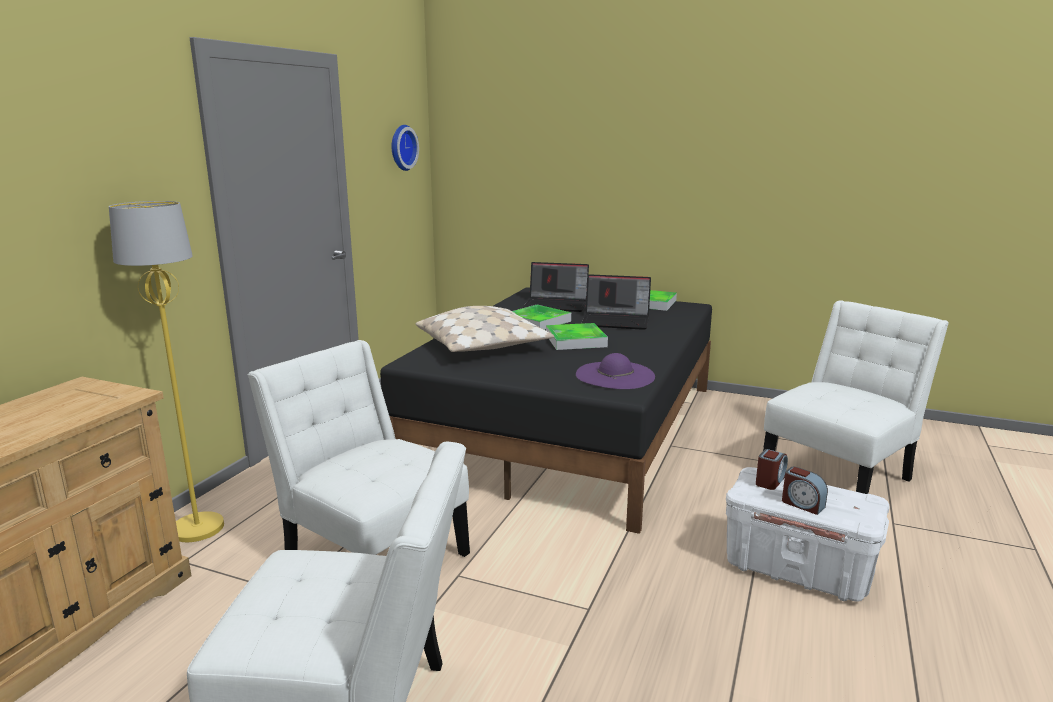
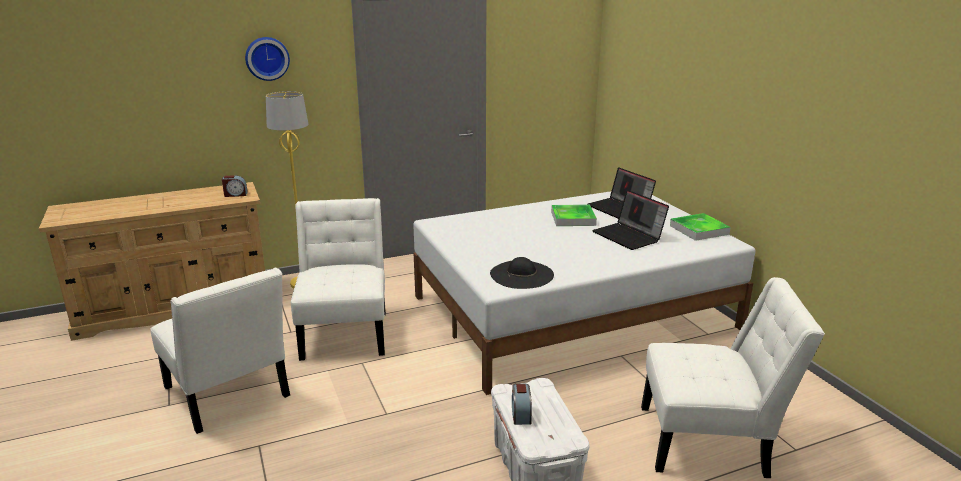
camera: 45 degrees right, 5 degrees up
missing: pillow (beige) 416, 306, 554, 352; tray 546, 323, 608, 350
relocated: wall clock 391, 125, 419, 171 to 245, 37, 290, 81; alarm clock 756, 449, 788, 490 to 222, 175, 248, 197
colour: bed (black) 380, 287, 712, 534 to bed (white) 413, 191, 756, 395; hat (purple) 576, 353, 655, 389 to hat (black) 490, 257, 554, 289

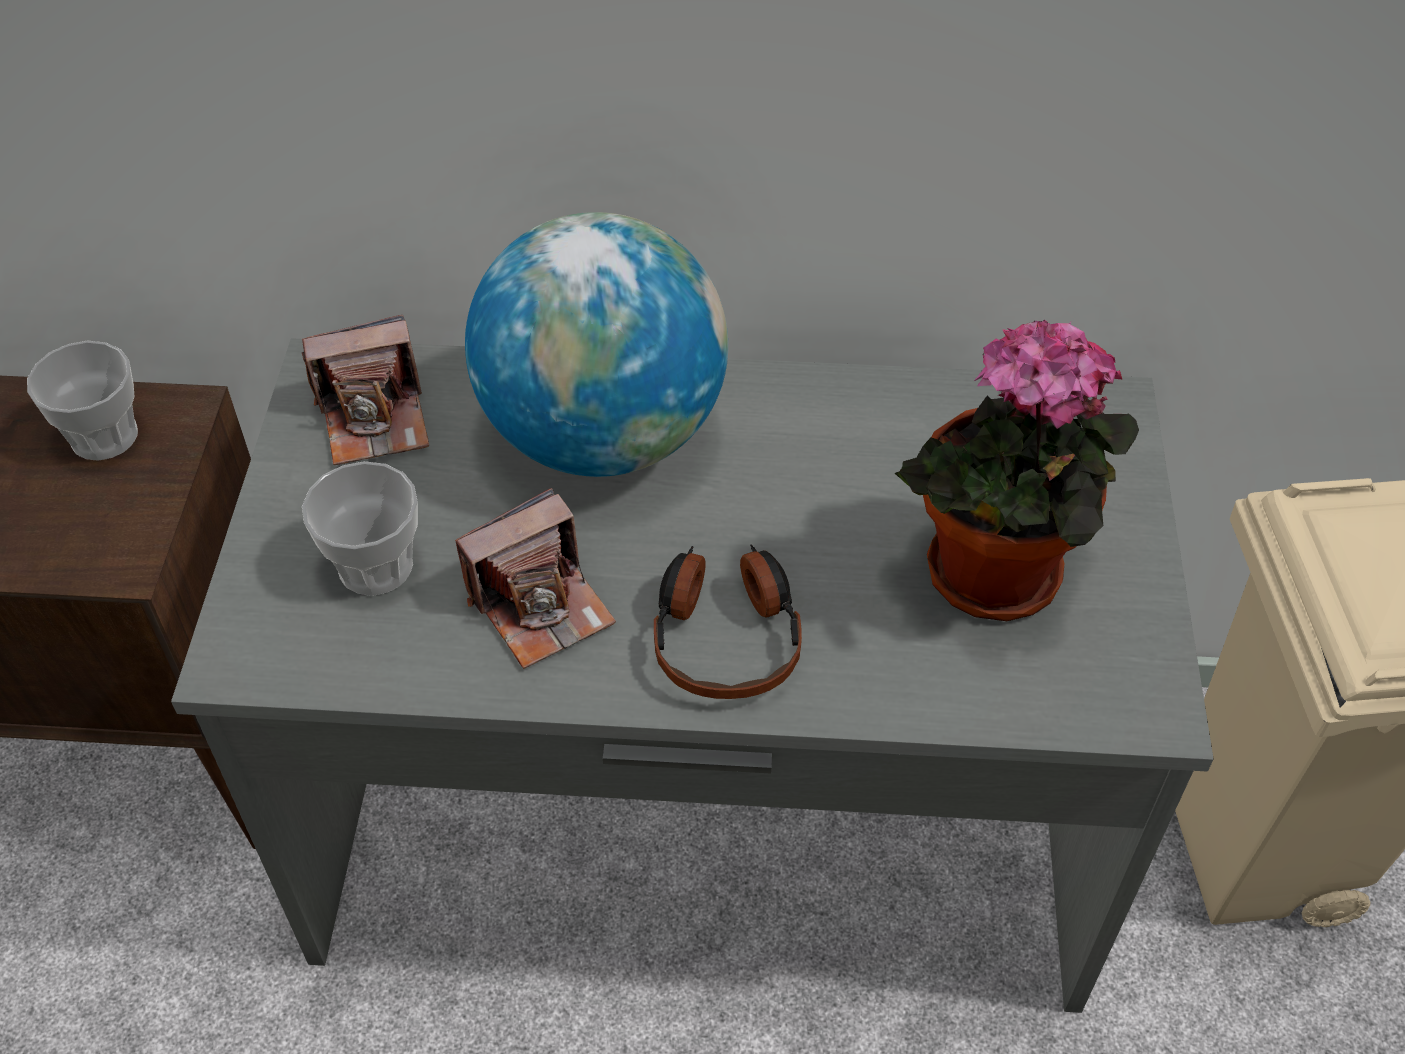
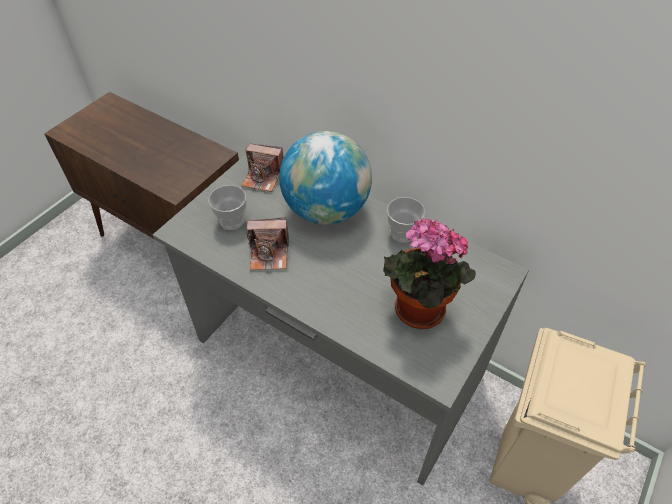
camera: 30 degrees right, 0 degrees up
missing: headphones 654, 544, 802, 699
relocated: cup 27, 341, 138, 461 to 386, 197, 426, 243

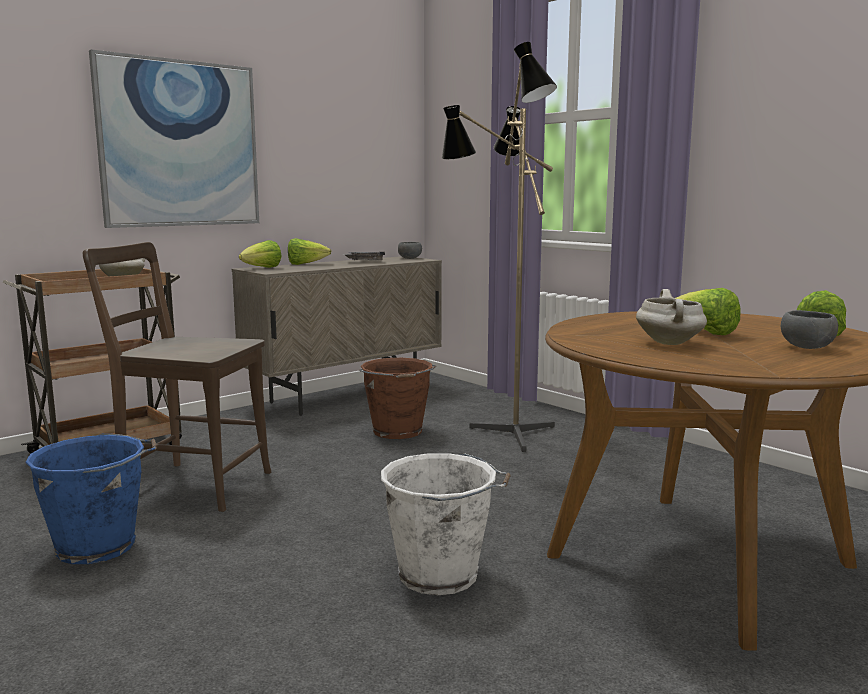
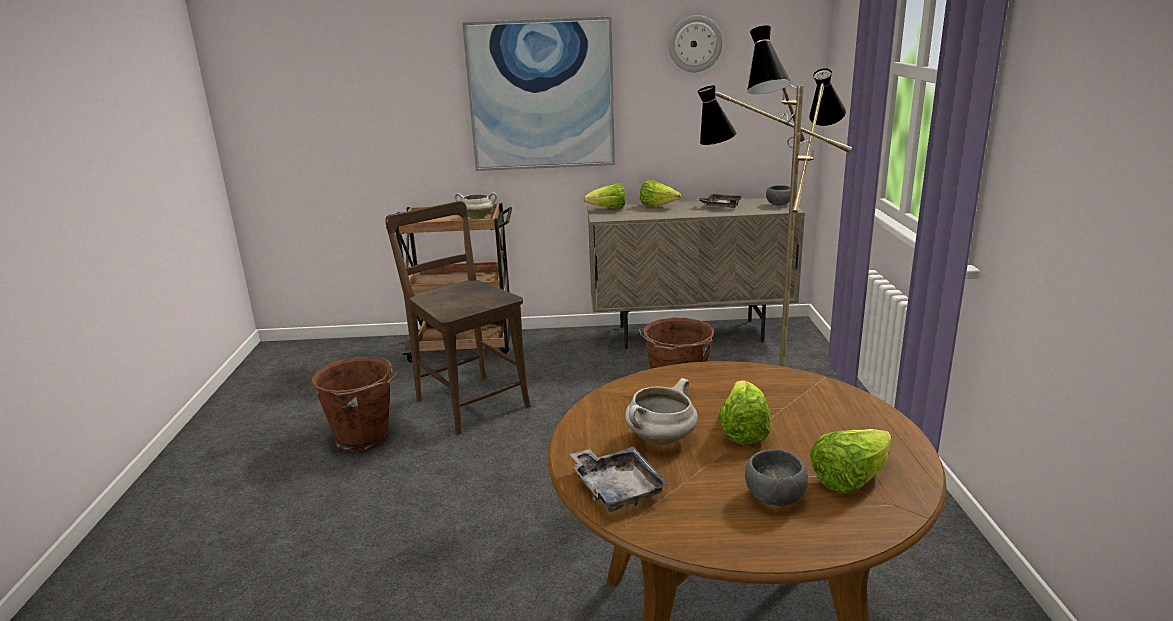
camera: 40 degrees right, 10 degrees up
missing: bucket (white) 381, 453, 511, 595
appeared: tray (grey) 570, 447, 670, 512; wall clock 669, 15, 723, 72
colour: bucket (blue) 25, 434, 157, 564 to bucket (brown) 311, 357, 398, 452

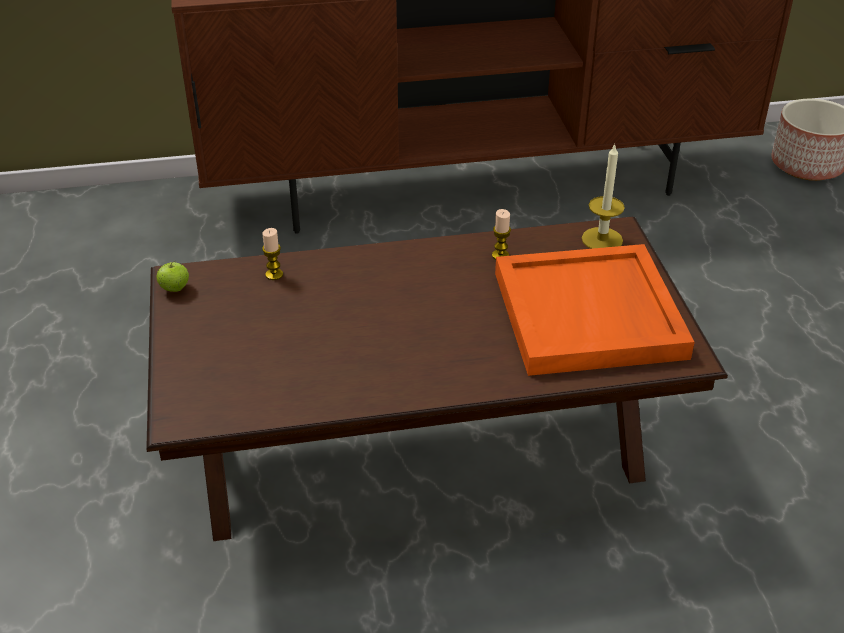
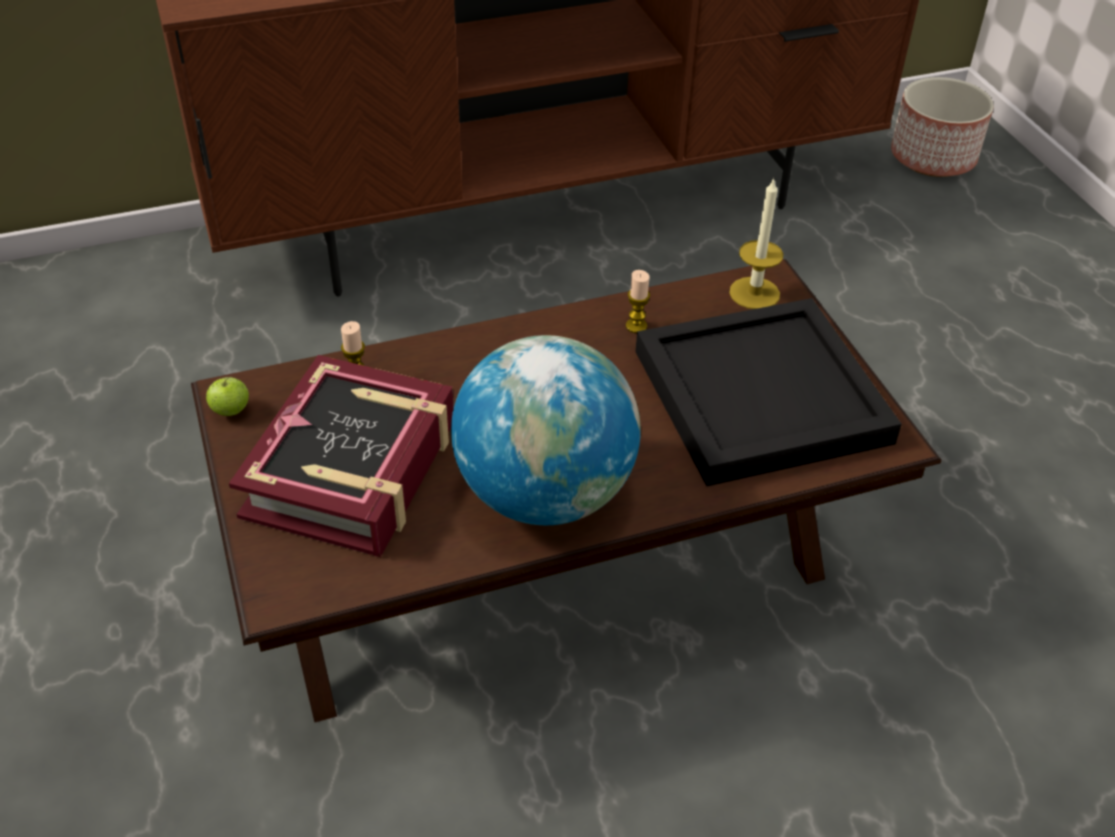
camera: 10 degrees left, 5 degrees up
appeared: book 229, 355, 454, 557; globe 451, 335, 641, 525
colour: tray (orange) 495, 244, 695, 376 to tray (black) 635, 298, 902, 486

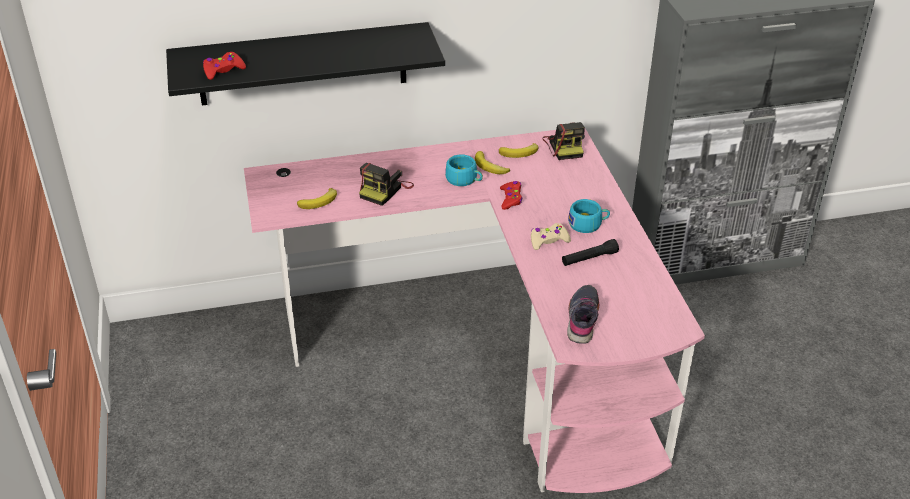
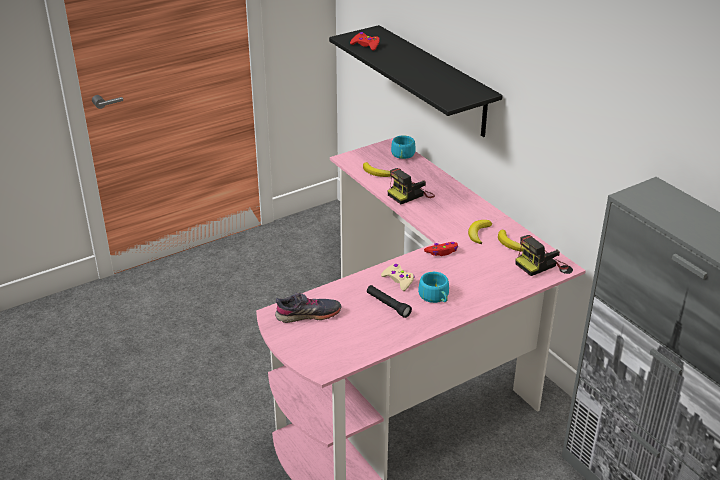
camera: 70 degrees right, 5 degrees down
relocated: cup (turquoise) 445, 154, 483, 186 to 391, 135, 416, 159
spun: photo camera 359, 163, 414, 206 = 387, 168, 435, 204 45 degrees counterclockwise

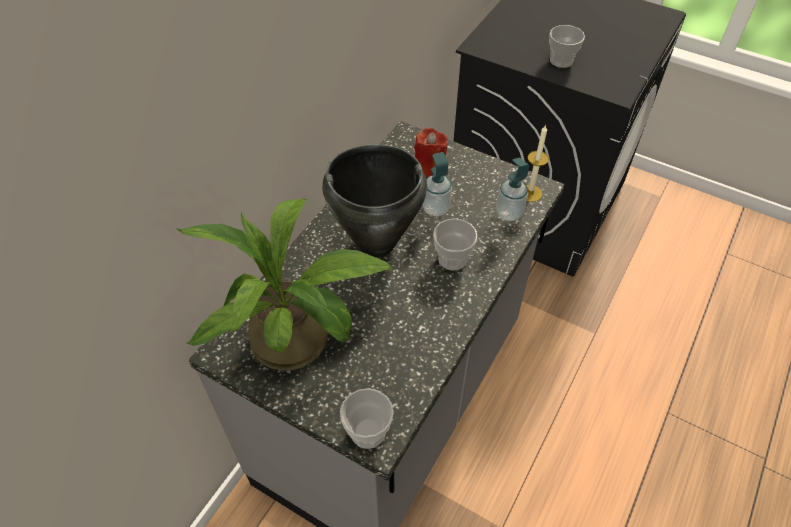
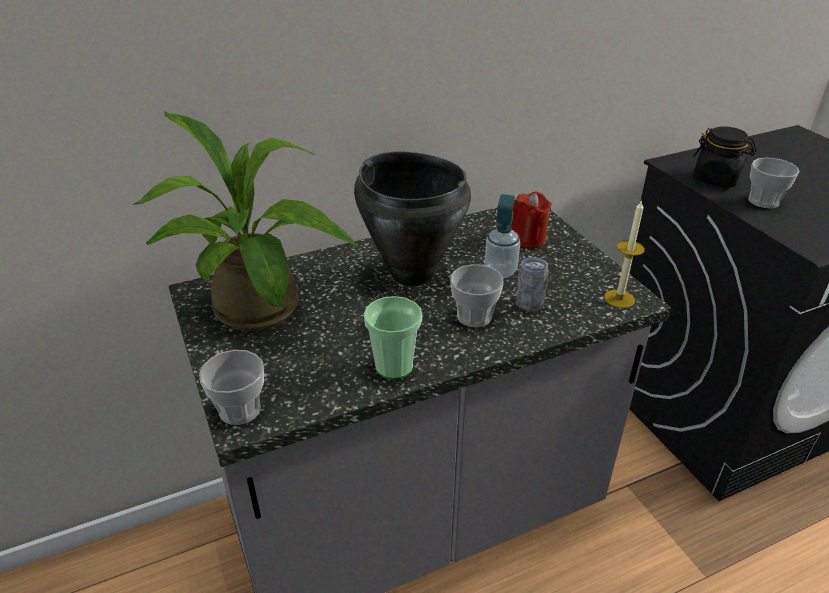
camera: 35 degrees right, 15 degrees down
missing: soap dispenser 496, 158, 529, 221
appeared: cup 364, 296, 422, 380; can 516, 257, 549, 312; jar (black) 693, 126, 757, 187

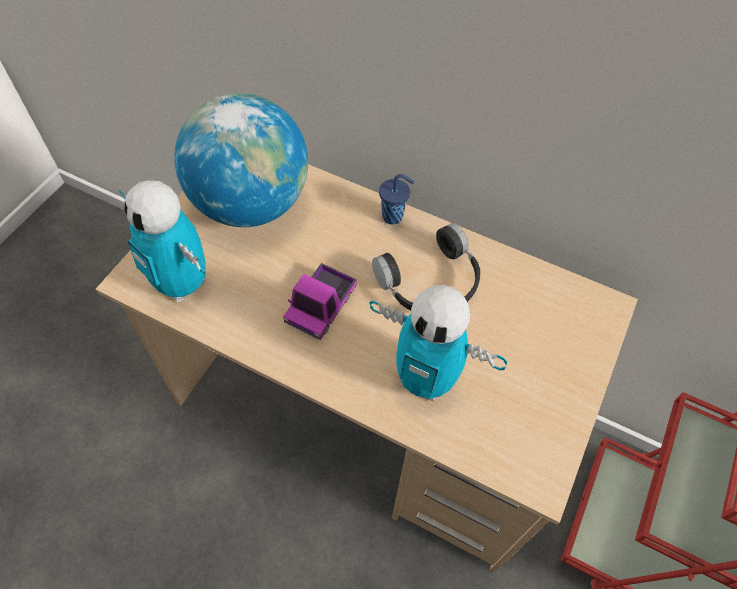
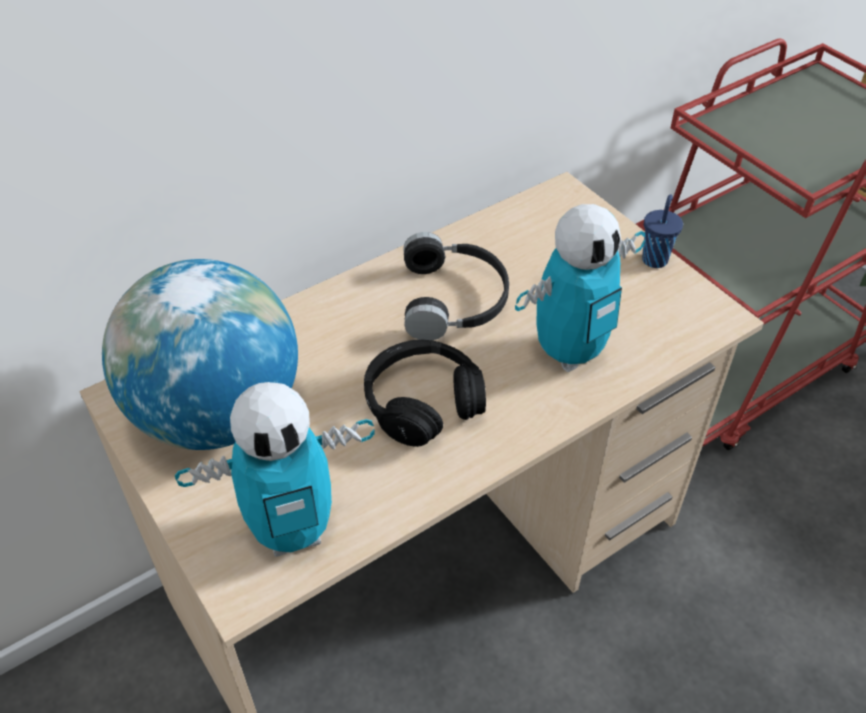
camera: 60 degrees left, 10 degrees down
relocated: cup (blue) 379, 174, 414, 225 to 642, 194, 683, 268
exchanged: toy truck 283, 263, 357, 340 to headphones (black) 364, 340, 486, 447

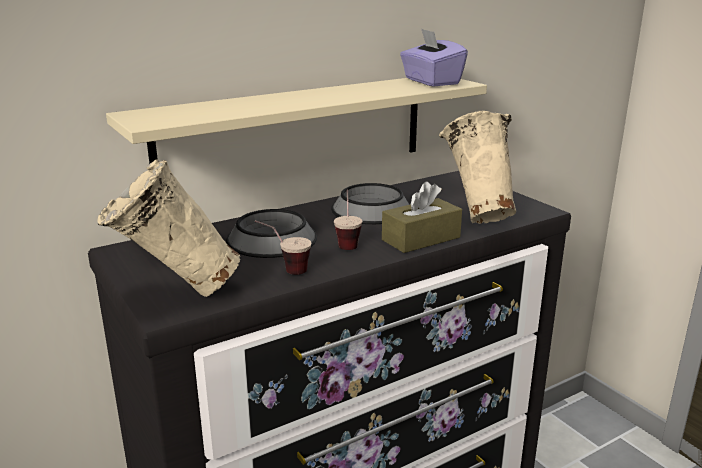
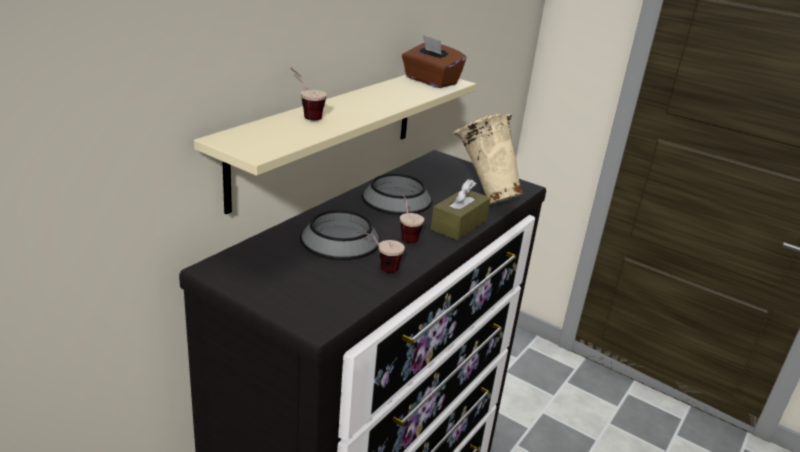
camera: 25 degrees left, 5 degrees up
missing: vase (beige) 98, 159, 240, 297
appeared: cup 290, 68, 327, 120
colour: tissue box (purple) 400, 28, 468, 87 to tissue box (brown) 402, 35, 466, 88

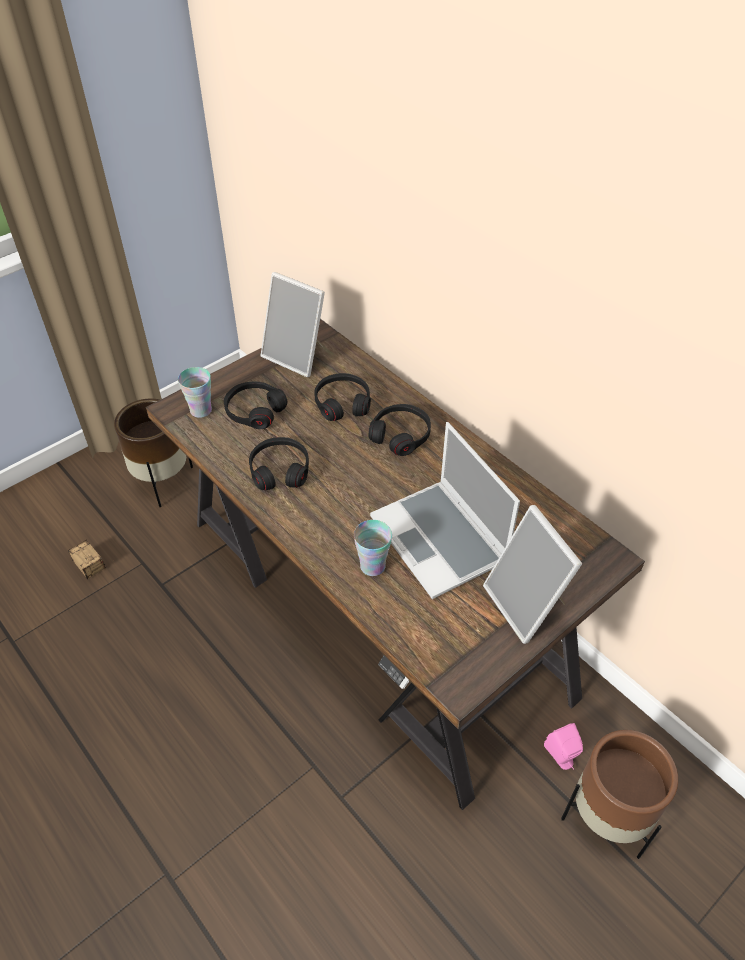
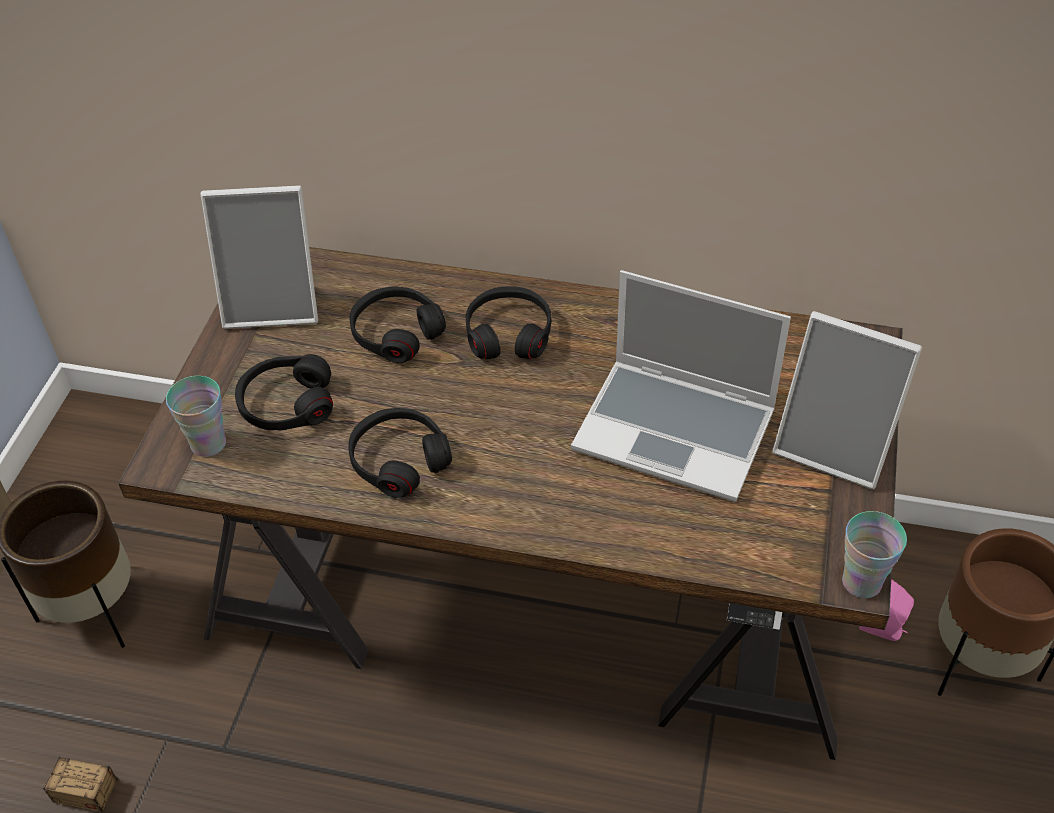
camera: 35 degrees left, 0 degrees up
relocated: cup 354, 520, 392, 576 to 842, 511, 907, 598

